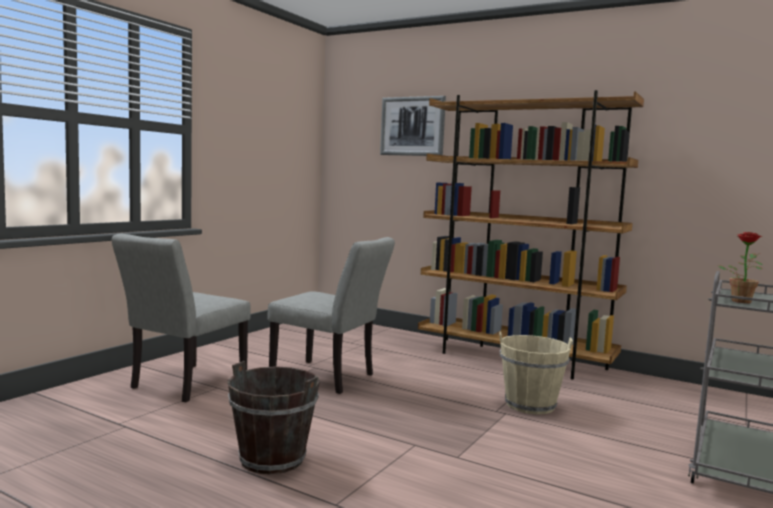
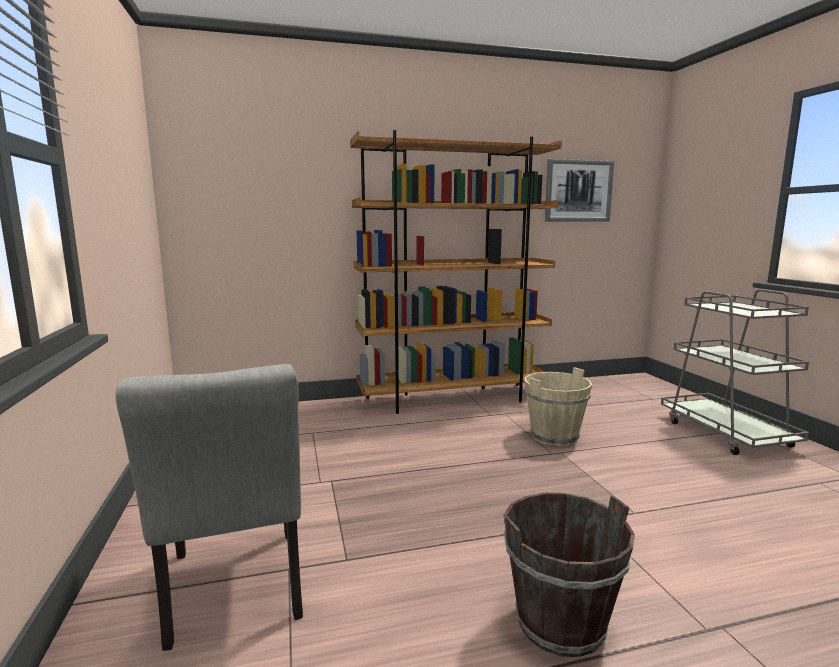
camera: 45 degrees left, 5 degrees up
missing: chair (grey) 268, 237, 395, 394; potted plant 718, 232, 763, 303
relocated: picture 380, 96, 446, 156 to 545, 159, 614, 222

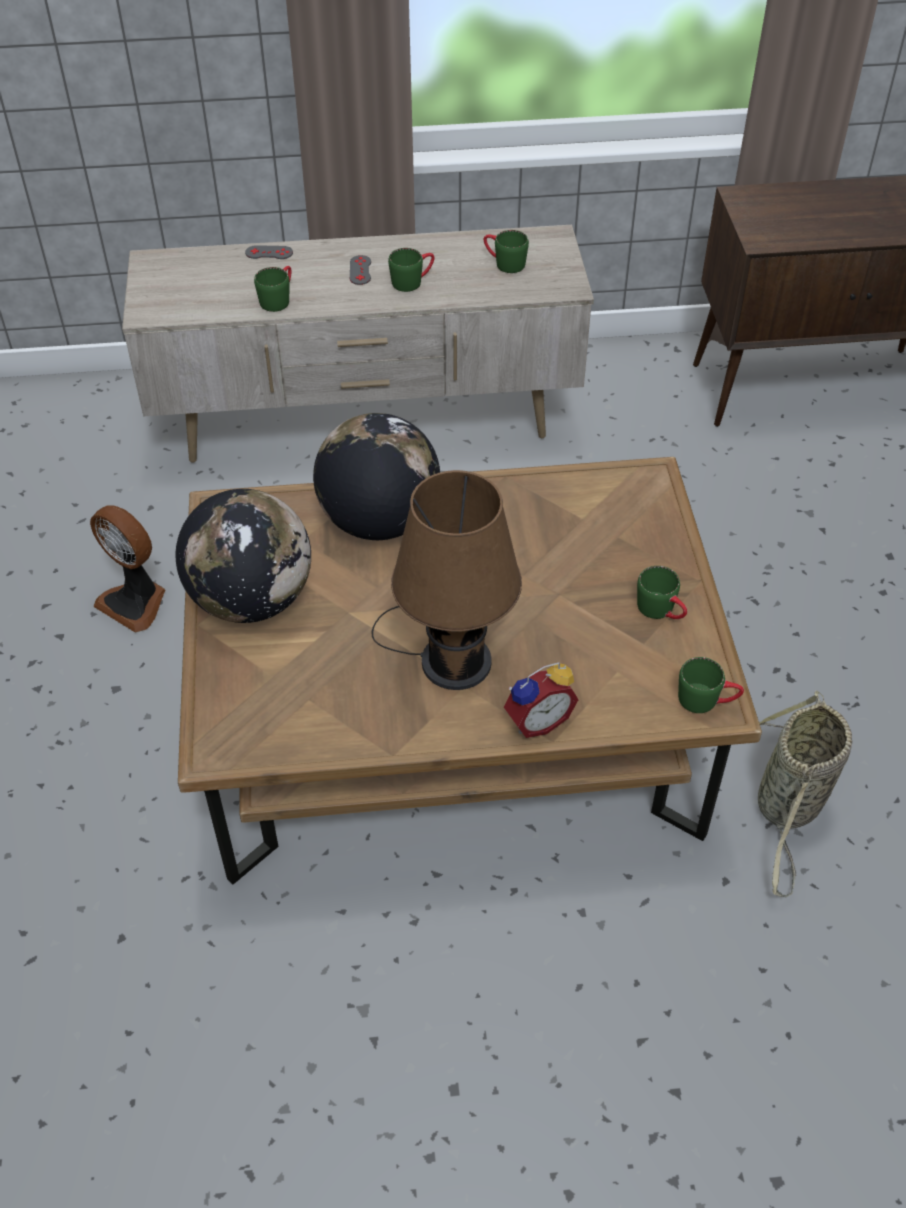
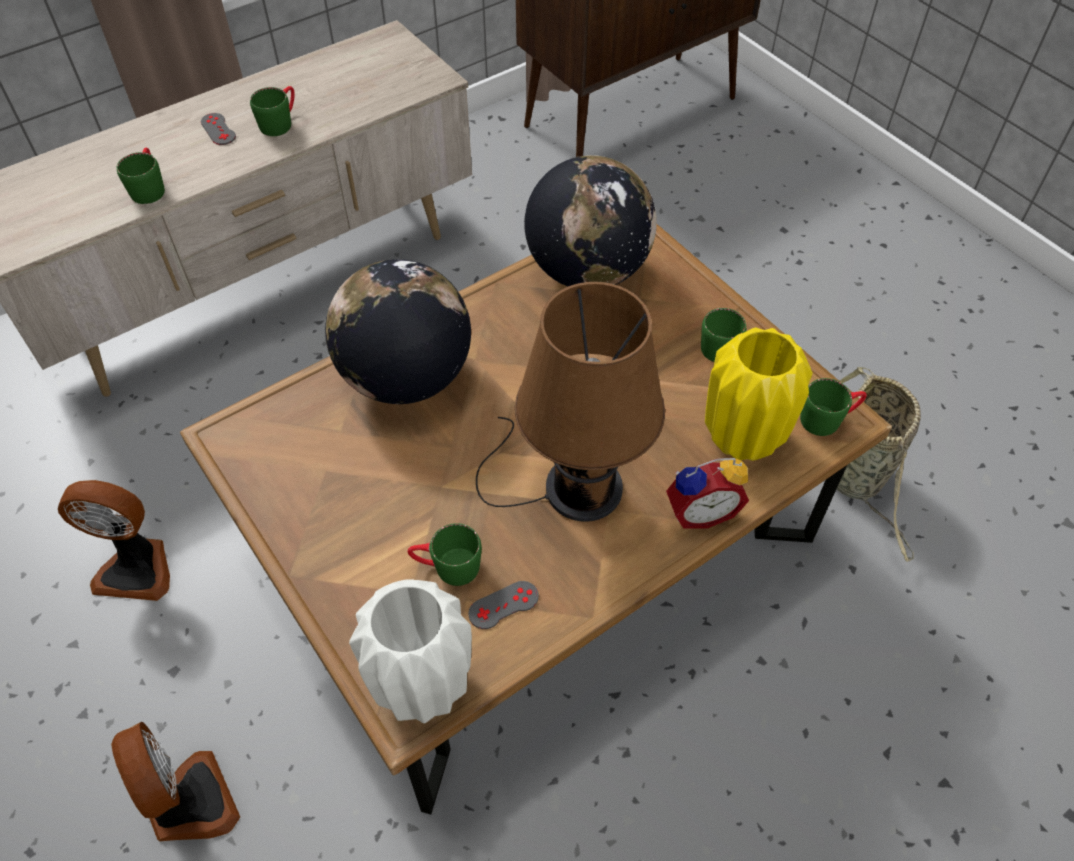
camera: 30 degrees left, 5 degrees up
appeared: fan 111, 722, 240, 841; vase (white) 349, 579, 472, 724; vase (yellow) 705, 328, 813, 461
relocated: globe 175, 489, 311, 623 to 524, 155, 657, 286; game controller (grey) 245, 245, 293, 259 to 468, 581, 539, 629; mug (green) 484, 230, 529, 273 to 407, 523, 482, 586
spun: alarm clock 504, 662, 579, 738 = 666, 458, 749, 529 45 degrees clockwise

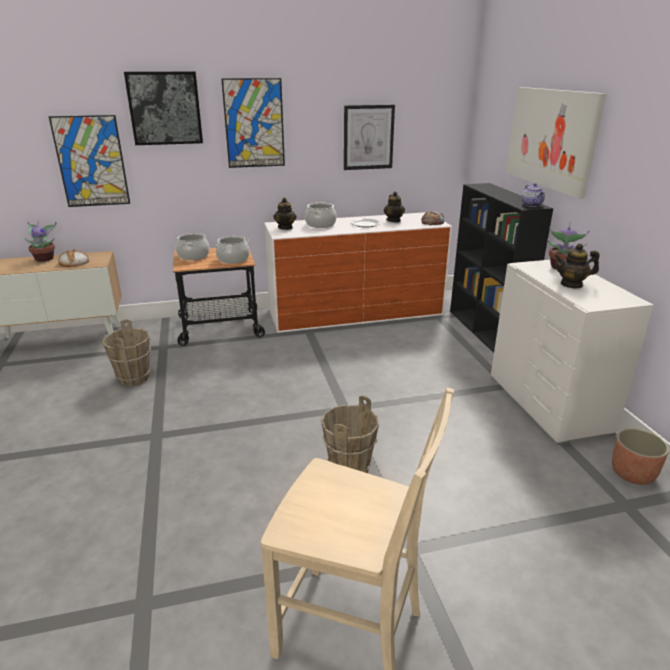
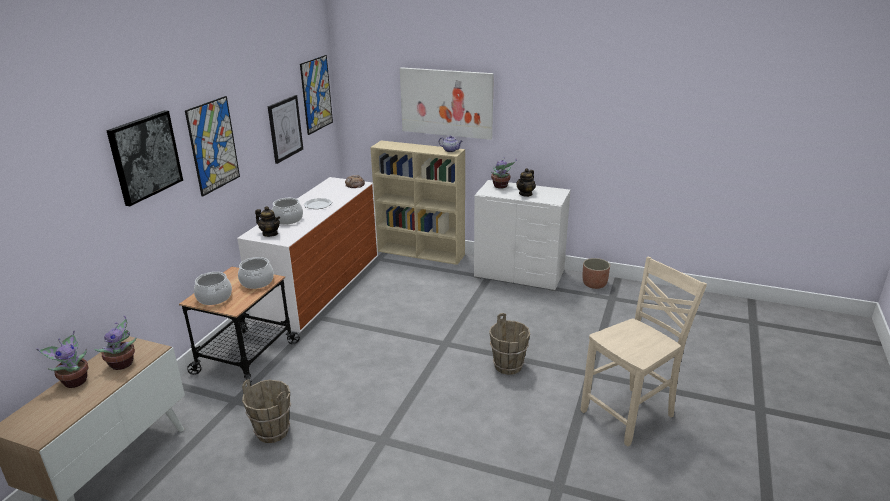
camera: 55 degrees left, 0 degrees up
missing: teapot 384, 192, 405, 222
relocated: picture 48, 115, 130, 207 to 300, 55, 333, 135
exchanged: bread 58, 250, 89, 267 to potted plant 94, 315, 137, 370
colour: bookcase (black) 450, 183, 553, 353 to bookcase (beige) 370, 141, 465, 265

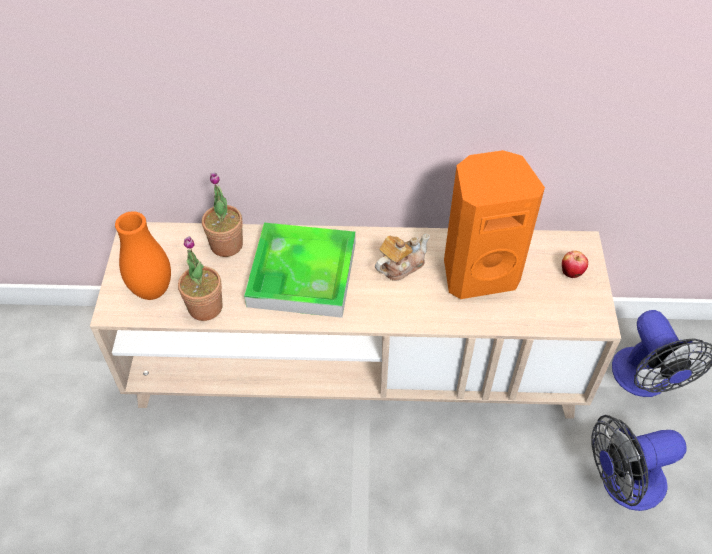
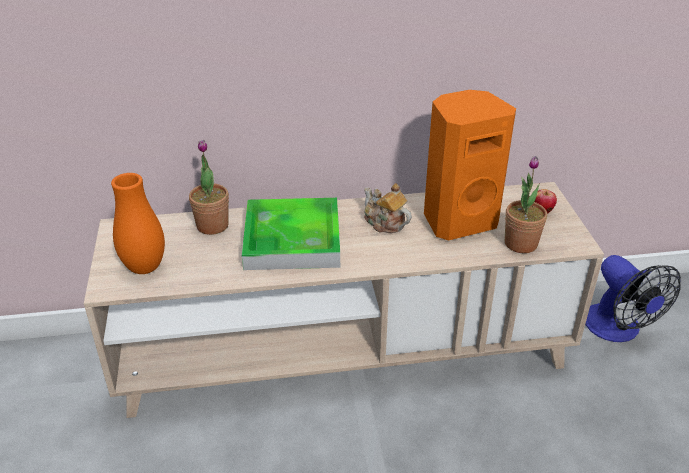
camera: 10 degrees left, 15 degrees down
missing: fan 591, 415, 687, 511
relocated: potted plant 178, 236, 223, 321 to 505, 156, 547, 253
spun: teapot 375, 234, 430, 281 = 364, 183, 412, 233 90 degrees counterclockwise

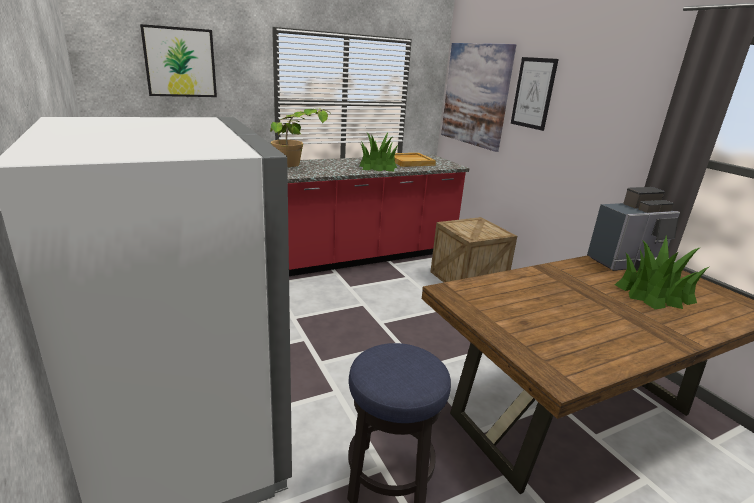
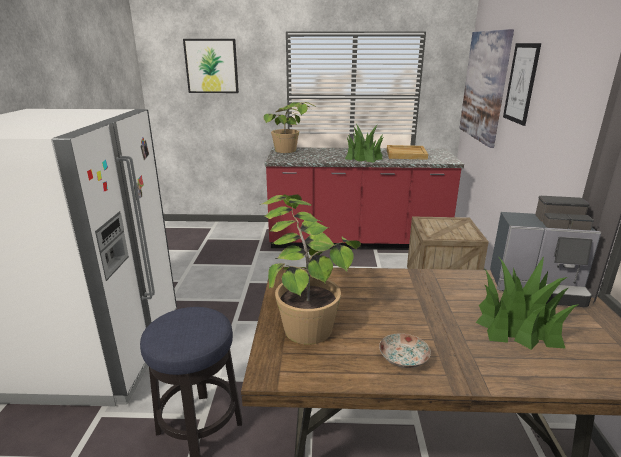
camera: 30 degrees right, 0 degrees up
appeared: potted plant 260, 194, 361, 345; plate 379, 333, 431, 368

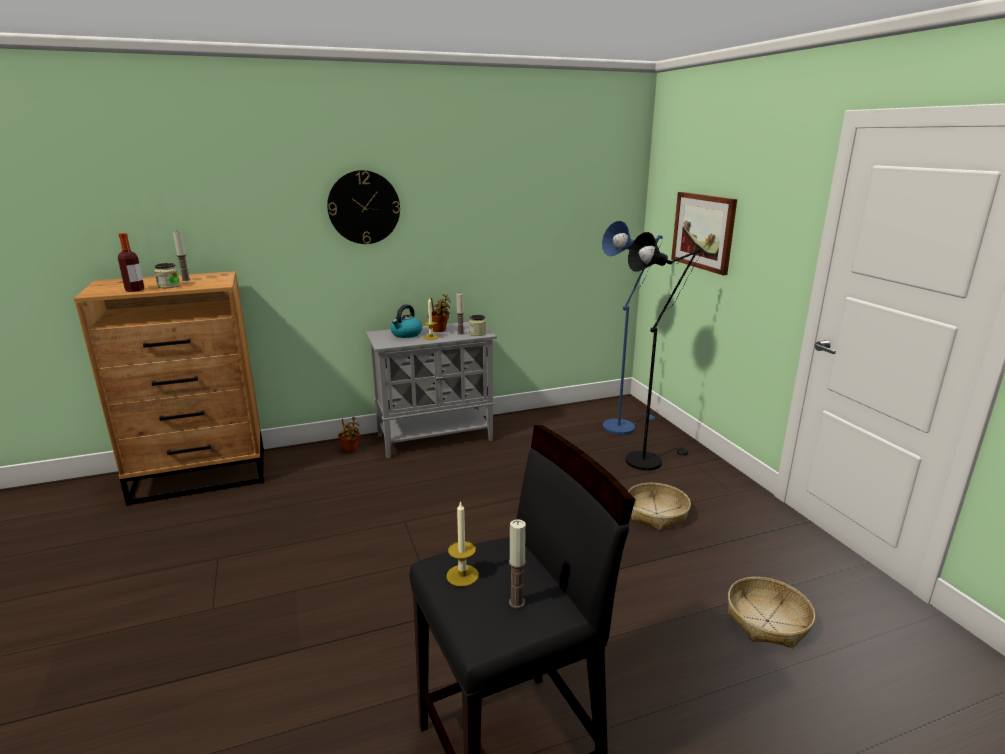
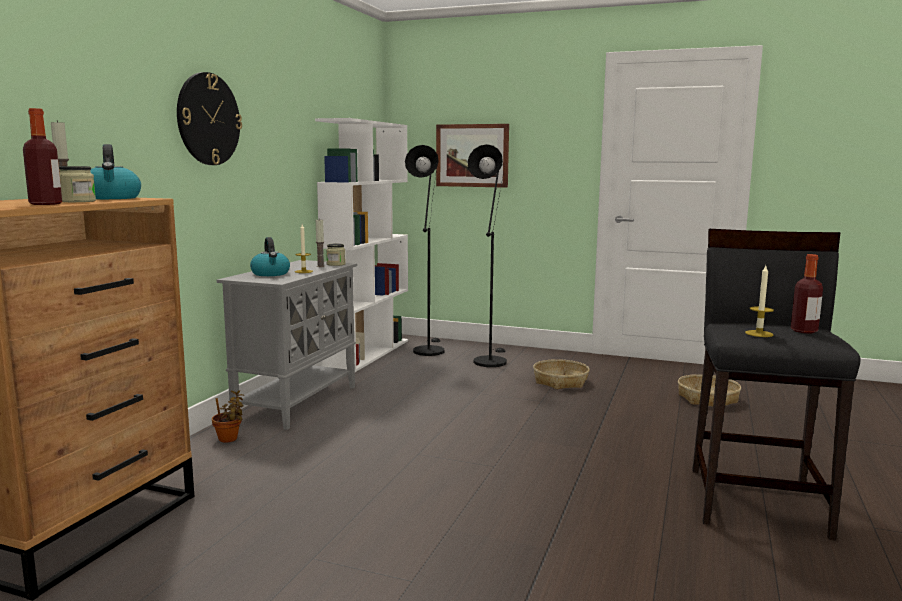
camera: 50 degrees left, 10 degrees down
missing: potted plant 428, 294, 451, 332
appeared: kettle 90, 144, 141, 199; bookcase (white) 315, 118, 408, 372
exchanged: candle 509, 519, 526, 608 to bottle 791, 254, 823, 334
colour: floor lamp (blue) 602, 221, 663, 435 to floor lamp (black) 405, 145, 444, 356

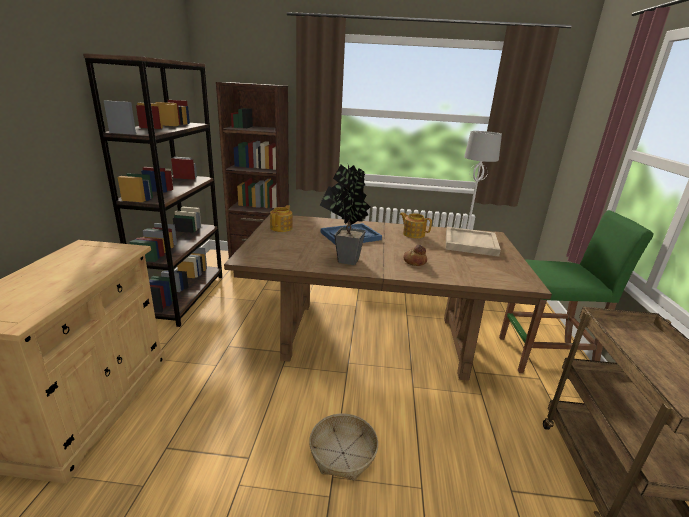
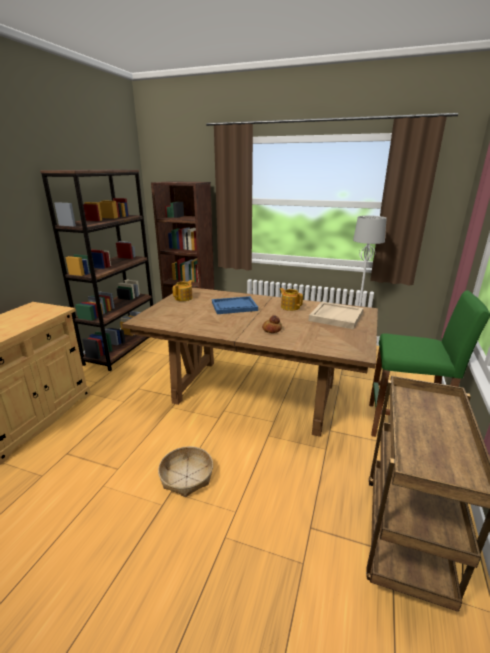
camera: 15 degrees right, 0 degrees up
missing: potted plant 320, 165, 371, 265

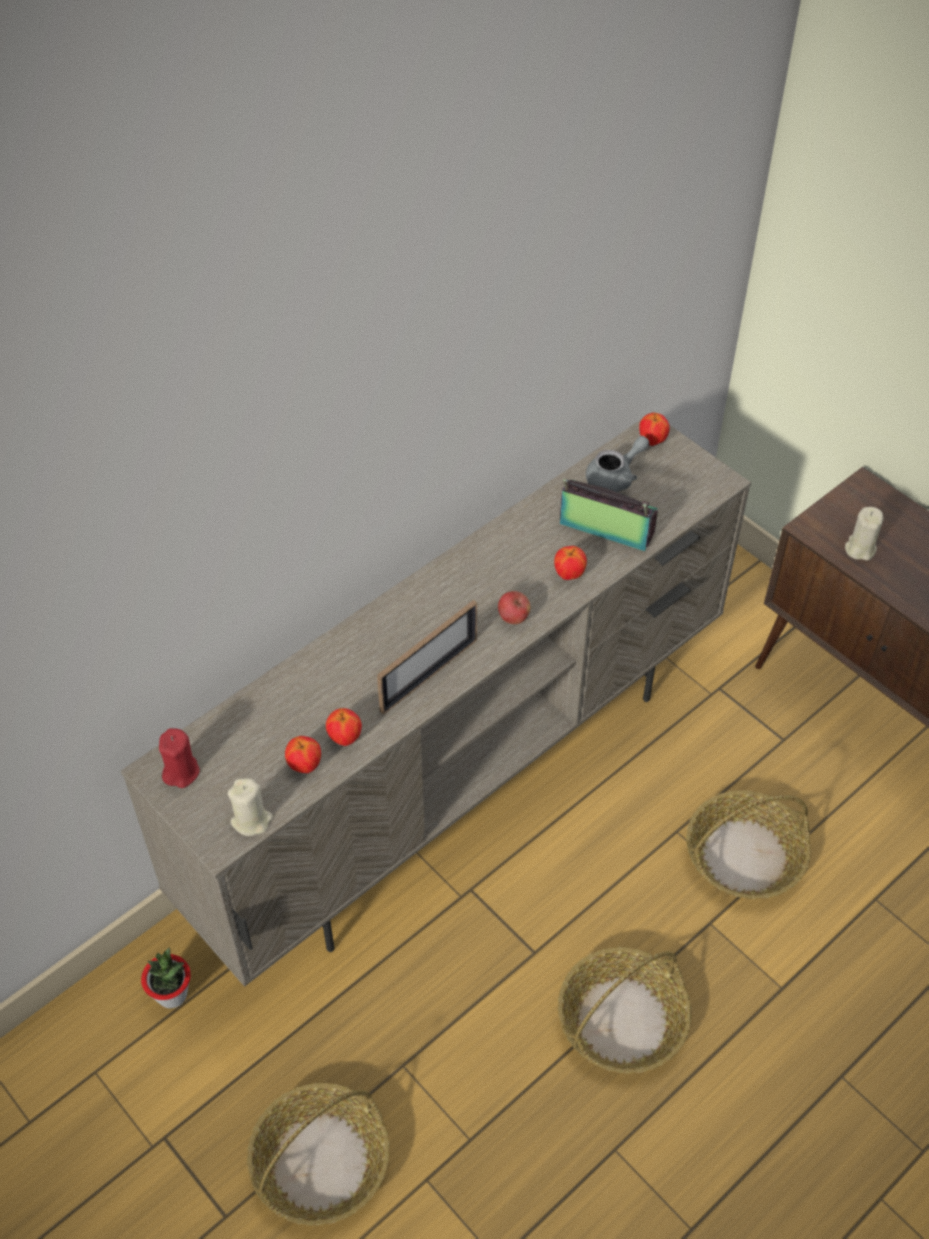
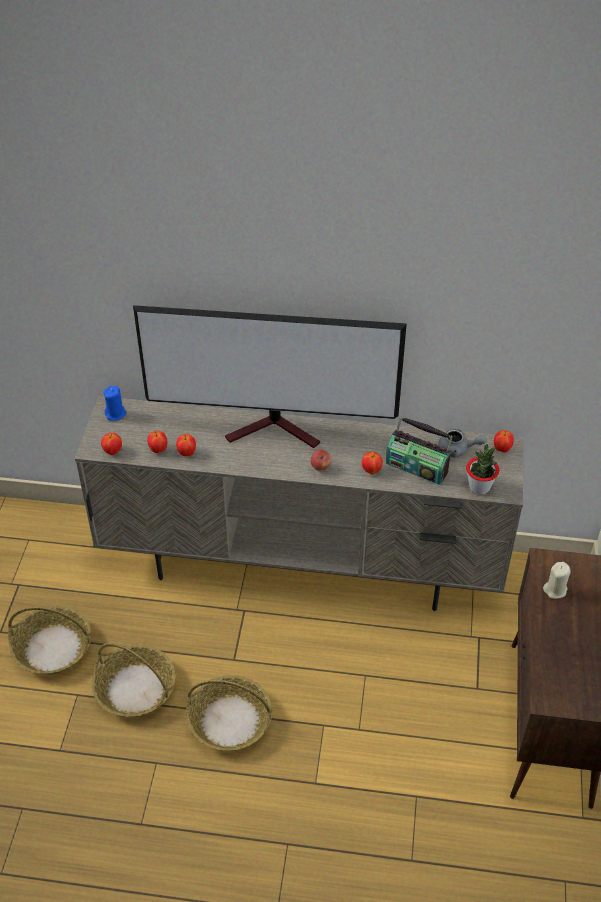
camera: 50 degrees right, 5 degrees down
missing: picture frame 377, 600, 477, 715
appeared: television 133, 305, 407, 448
relocated: potted plant 141, 948, 191, 1008 to 466, 444, 499, 495; basket 686, 790, 811, 899 to 92, 643, 176, 717
exchanged: candle (beige) 228, 778, 273, 836 to apple 101, 433, 122, 455
colour: candle (red) 159, 728, 200, 788 to candle (blue) 103, 386, 127, 421
spun: radio 560, 478, 658, 551 = 386, 416, 453, 485 135 degrees clockwise

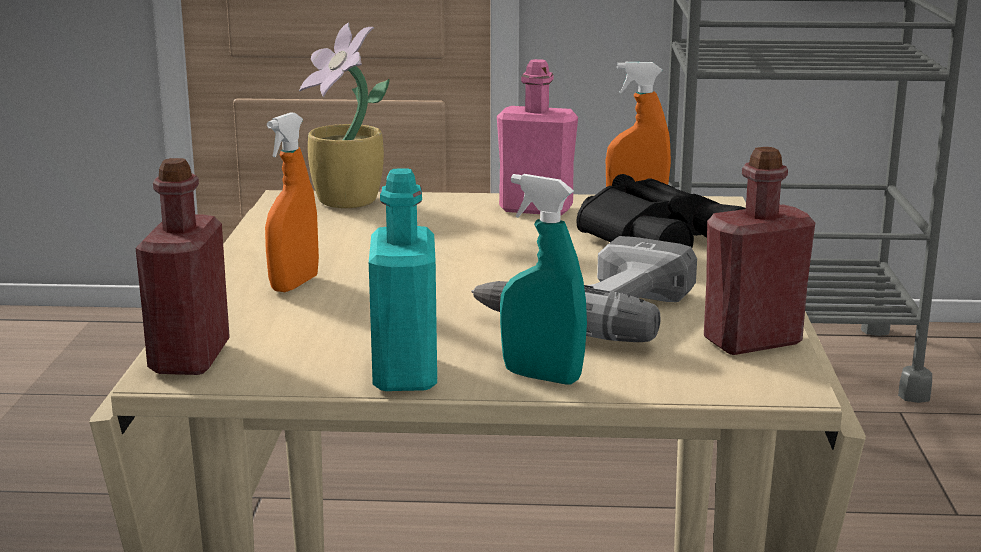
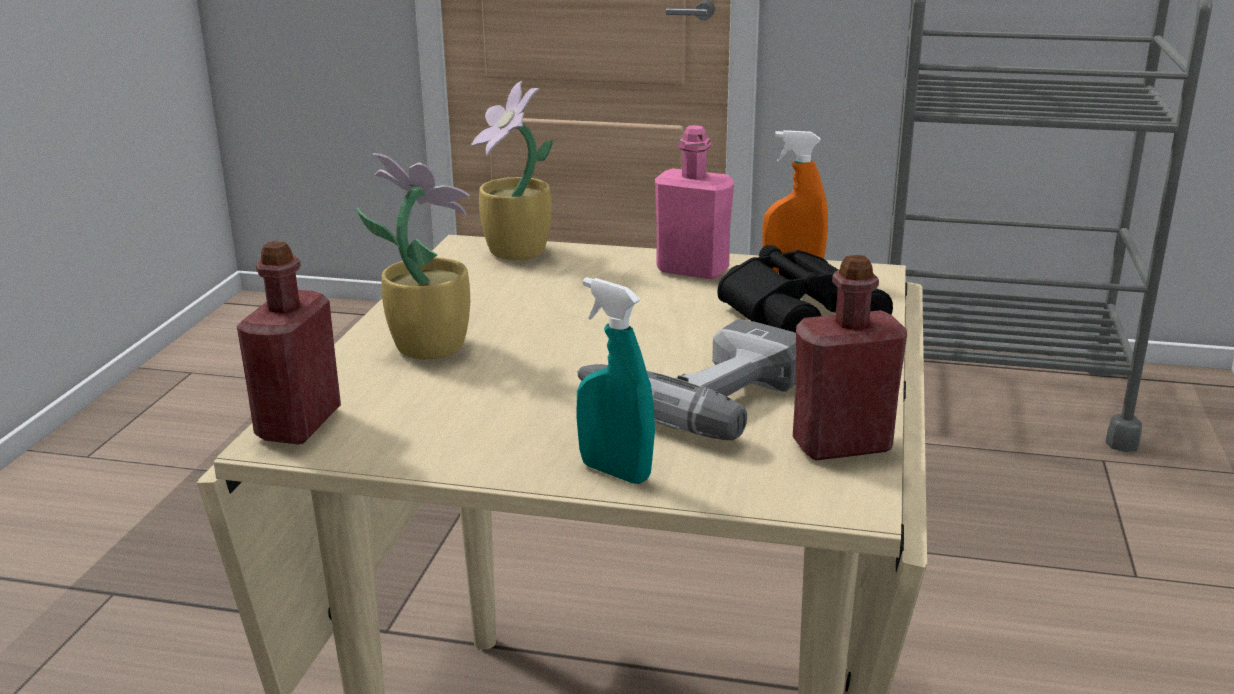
camera: 10 degrees right, 5 degrees up
missing: bottle (turquoise) 369, 168, 437, 391
exchanged: spray bottle (orange) 265, 112, 319, 292 to potted plant 357, 153, 470, 359

